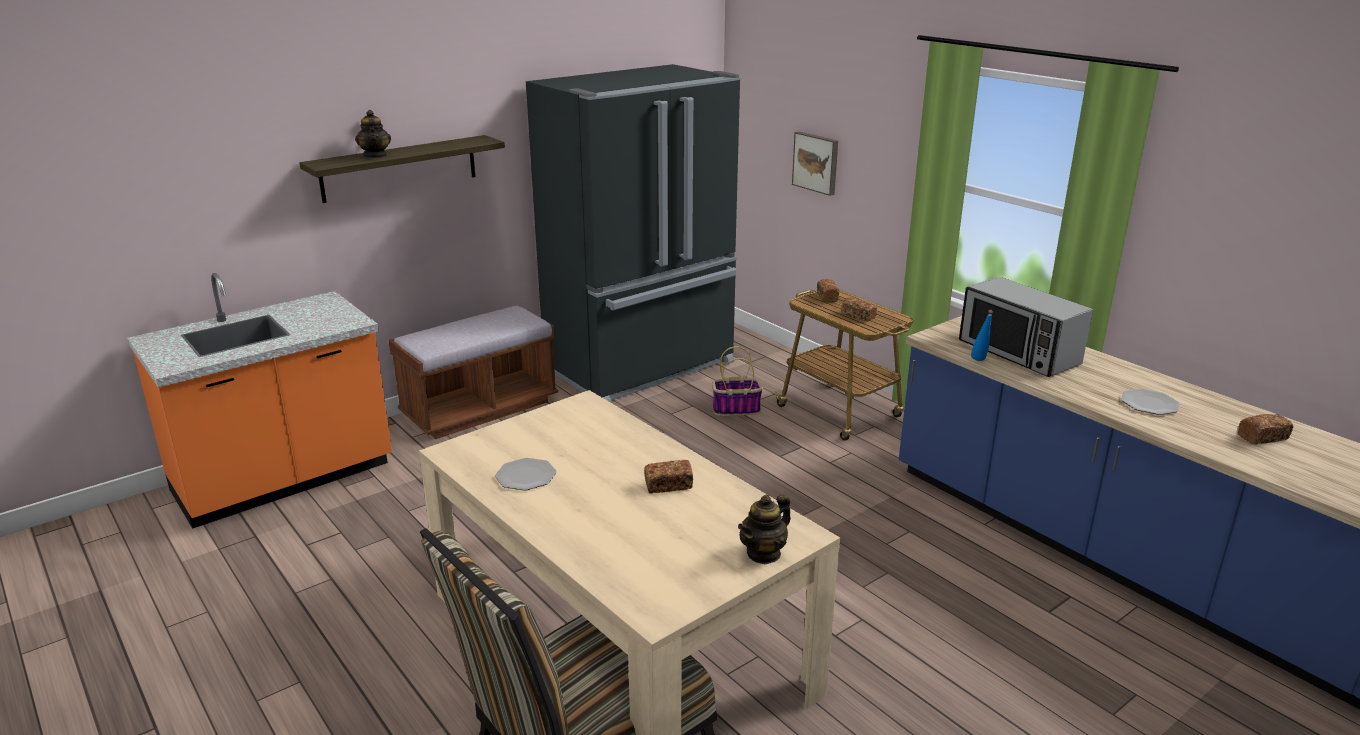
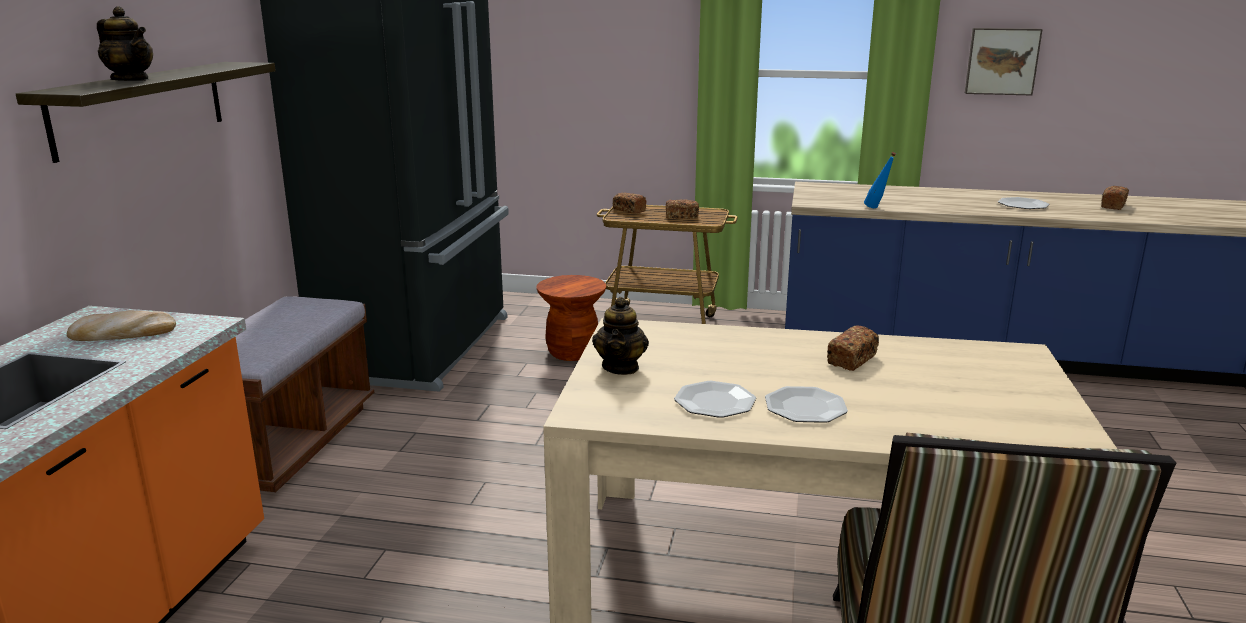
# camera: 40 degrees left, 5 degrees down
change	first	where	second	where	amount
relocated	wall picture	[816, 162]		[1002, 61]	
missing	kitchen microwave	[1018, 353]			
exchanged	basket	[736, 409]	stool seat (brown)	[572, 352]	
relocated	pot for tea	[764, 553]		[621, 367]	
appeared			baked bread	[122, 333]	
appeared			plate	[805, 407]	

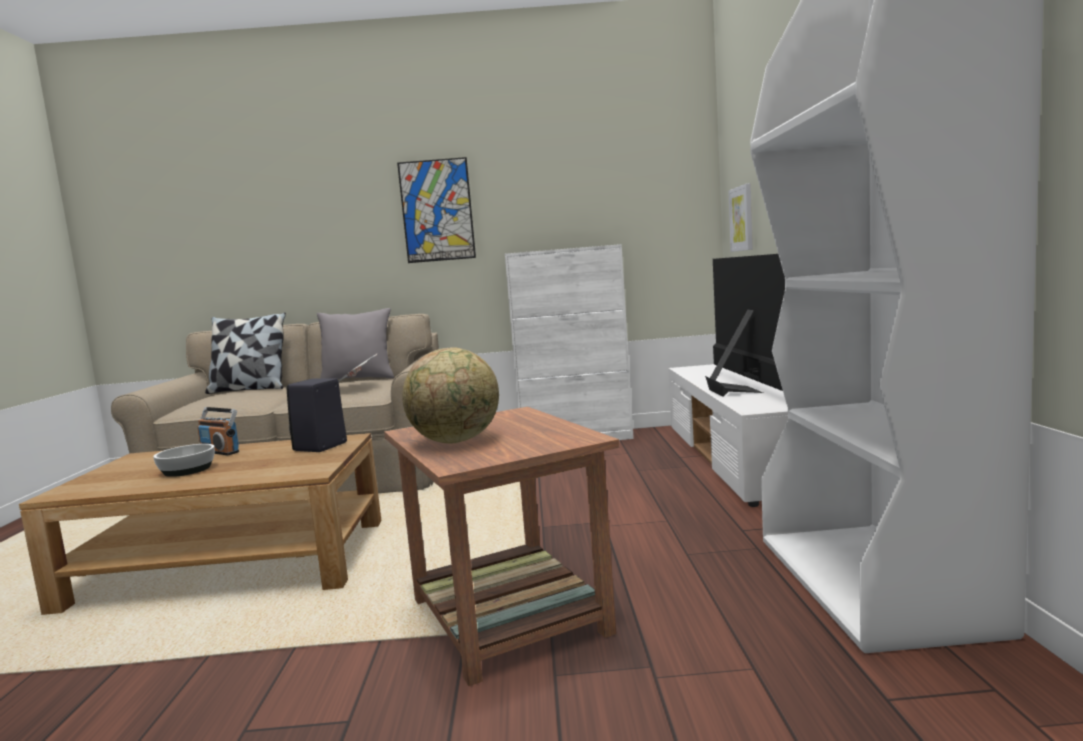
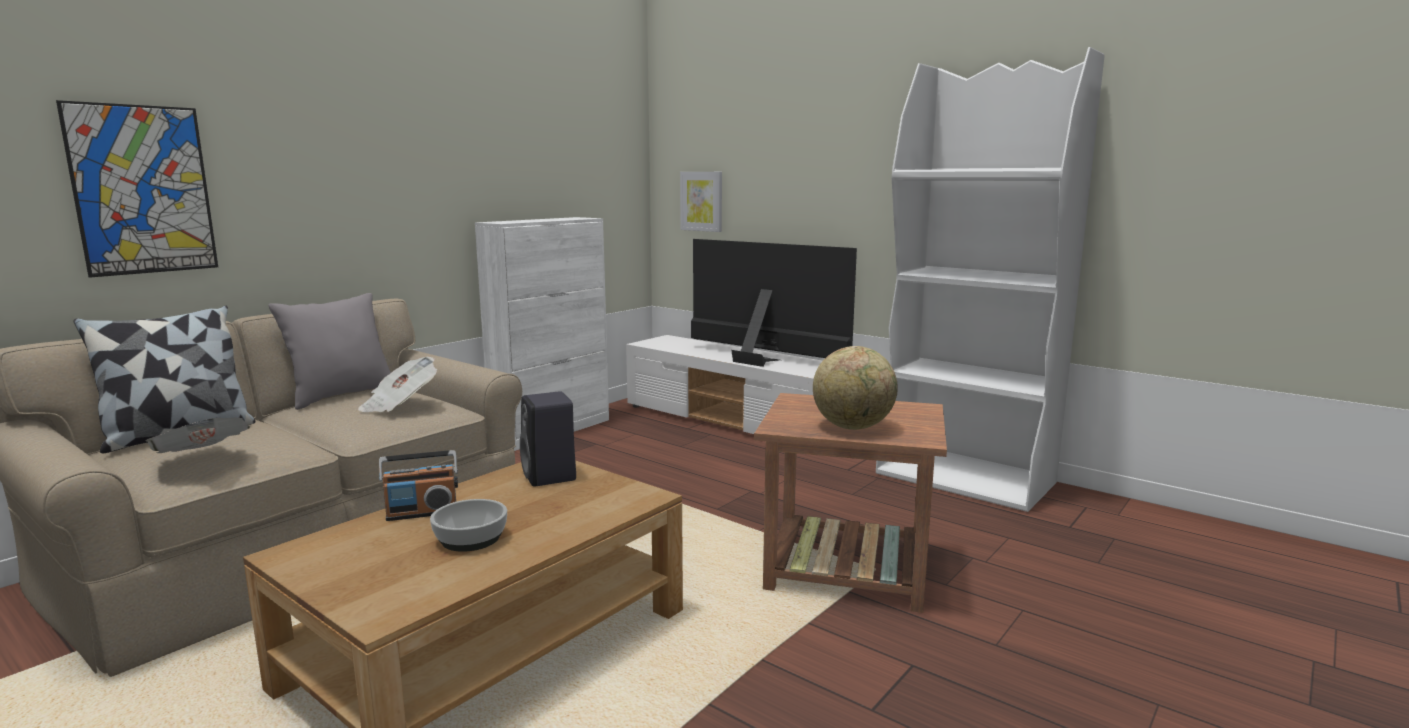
# camera: 50 degrees left, 5 degrees up
change	first	where	second	where	amount
relocated	wall picture	[437, 210]		[143, 190]	
appeared			newspaper	[203, 459]	

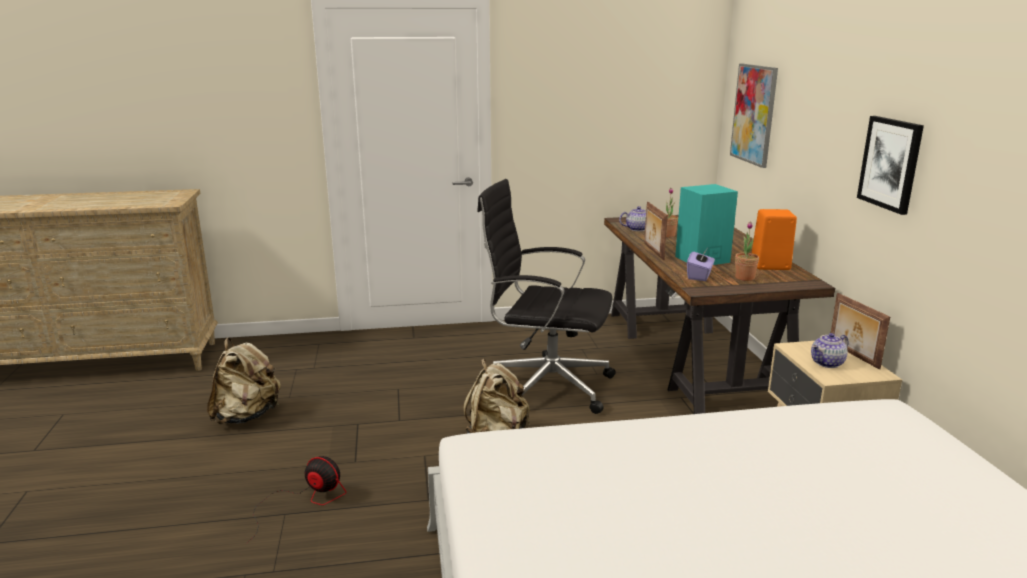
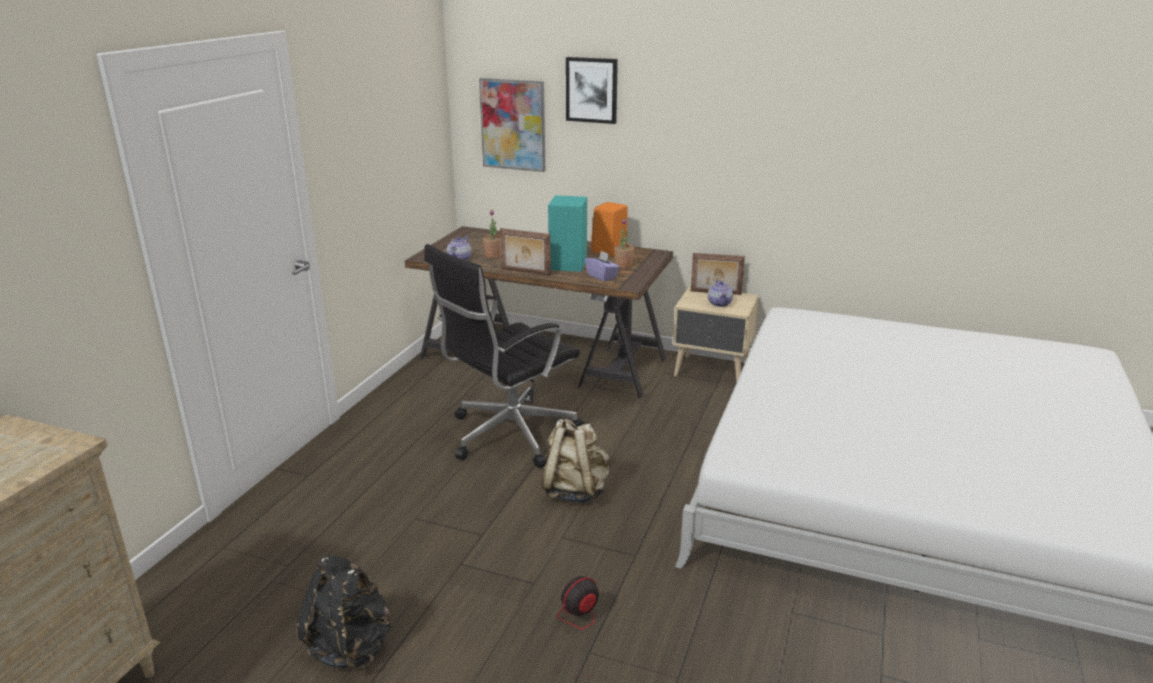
# camera: 60 degrees left, 5 degrees up
change	first	where	second	where	amount
relocated	wall picture	[890, 163]		[592, 90]	
colour	rucksack (sand-coloured)	[247, 416]	rucksack (blackish)	[351, 646]	

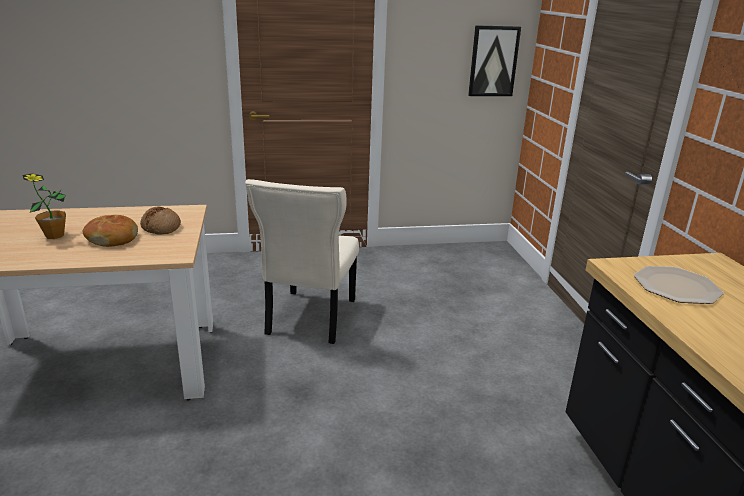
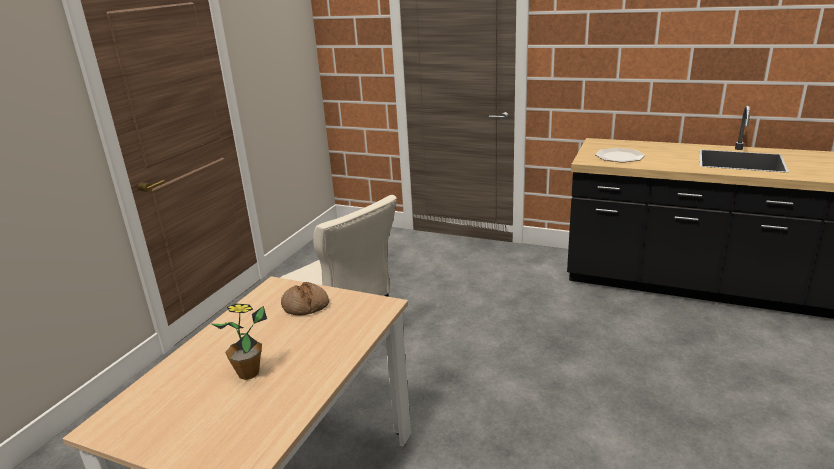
# camera: 55 degrees left, 0 degrees up
change	first	where	second	where	amount
missing	wall picture	[493, 61]			
missing	baked bread	[112, 238]			

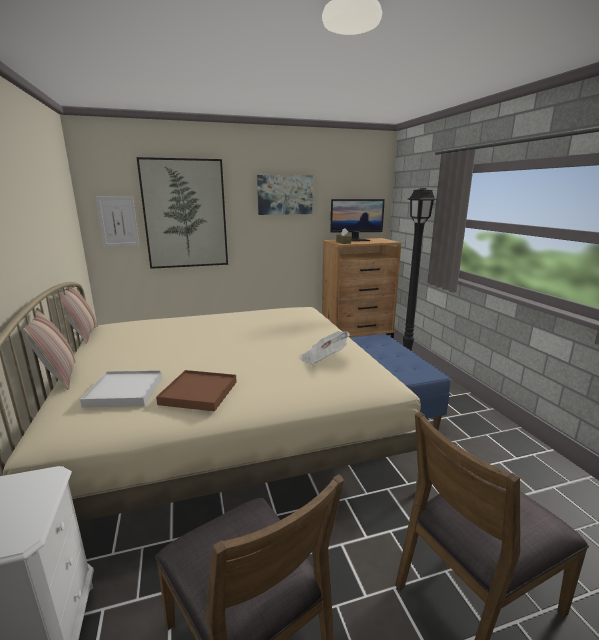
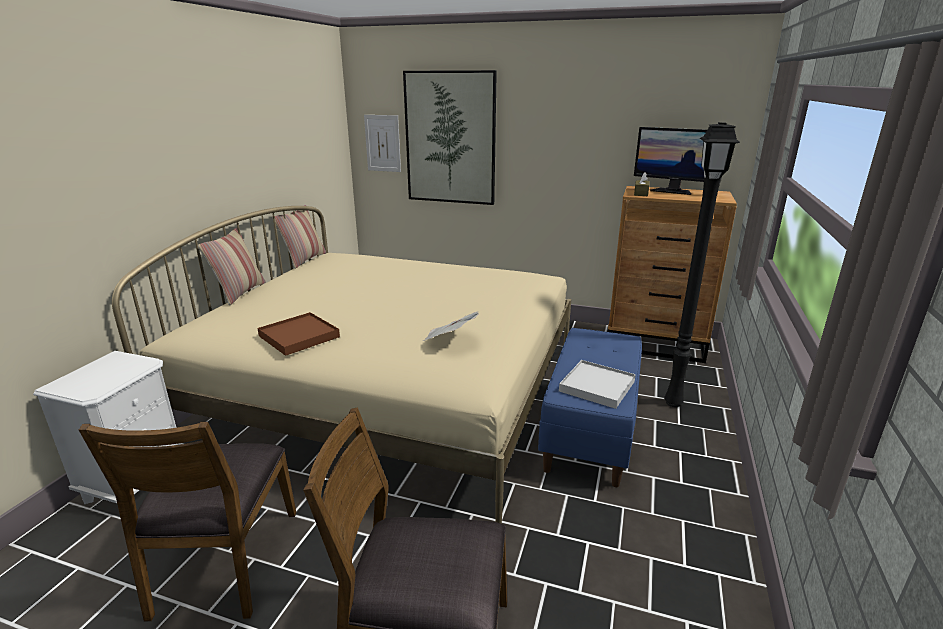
# camera: 35 degrees right, 5 degrees up
change	first	where	second	where	amount
missing	wall picture	[285, 195]			
relocated	tray (whitish)	[125, 391]		[597, 386]	

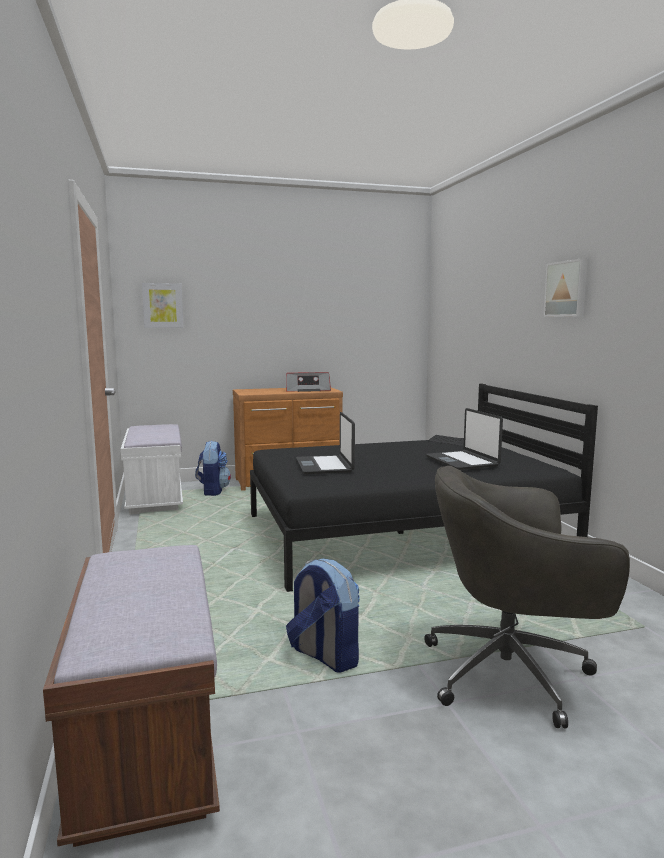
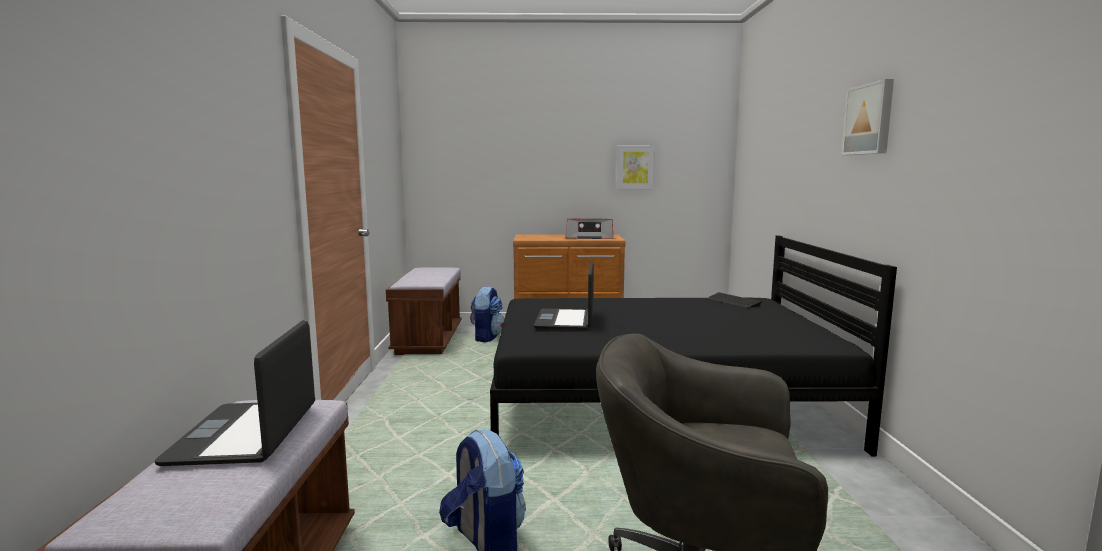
# camera: 15 degrees right, 0 degrees up
change	first	where	second	where	amount
relocated	wall picture	[162, 305]		[635, 167]	
relocated	notebook computer	[462, 461]		[246, 434]	
colour	indoor bench (whitish)	[155, 498]	indoor bench (brown)	[428, 340]	

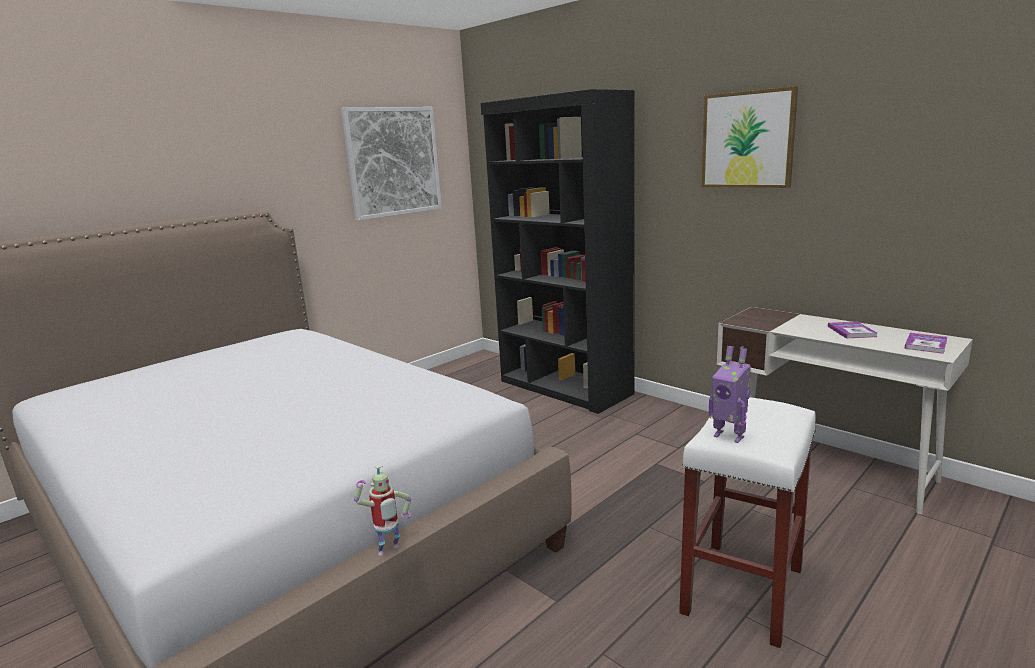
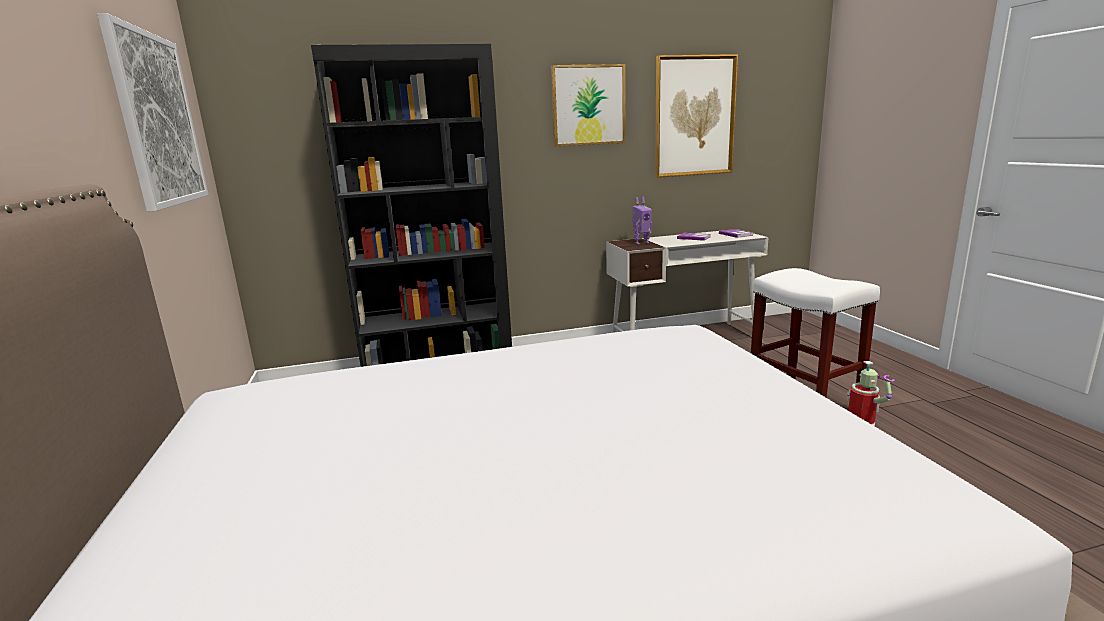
# camera: 60 degrees left, 0 degrees up
change	first	where	second	where	amount
relocated	robot figure	[729, 436]		[641, 242]	
appeared			wall picture	[694, 116]	

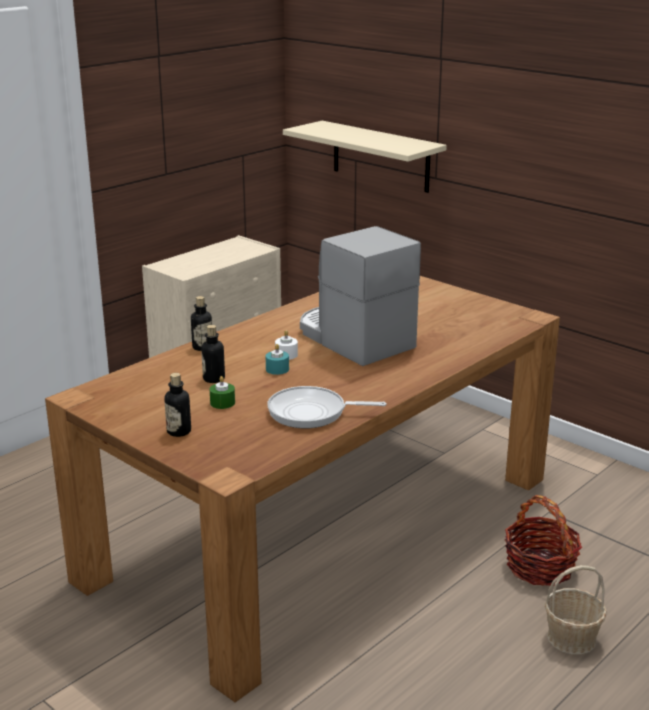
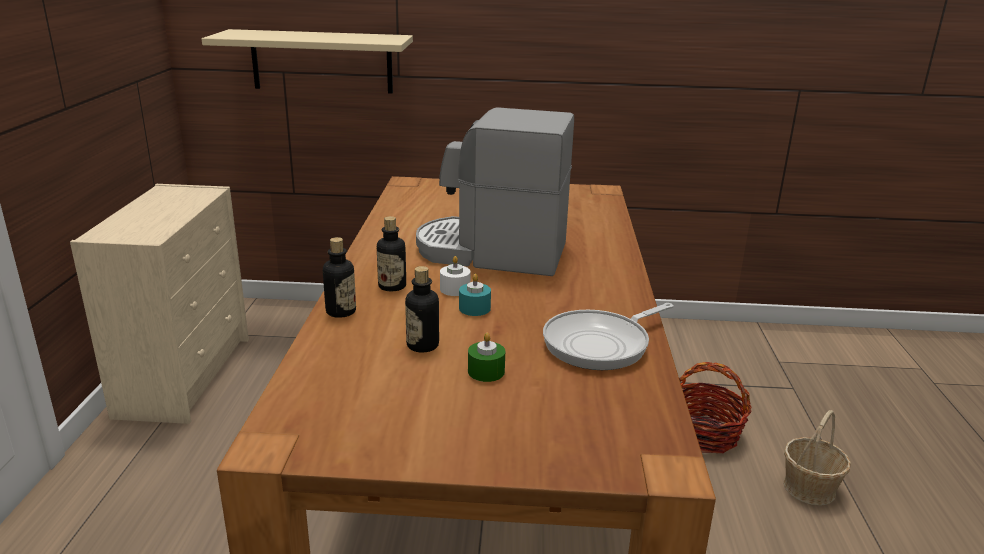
# camera: 40 degrees left, 0 degrees up
change	first	where	second	where	amount
relocated	bottle	[179, 431]		[392, 286]	

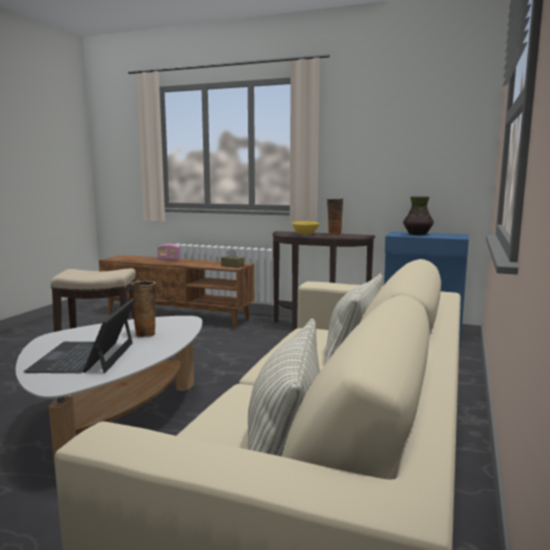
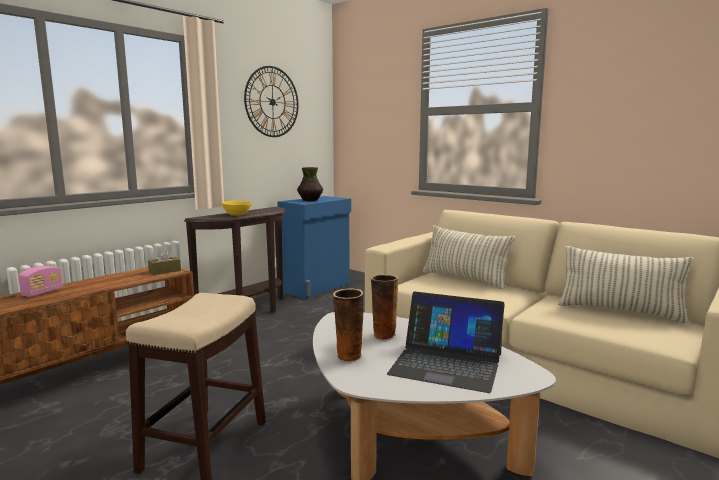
# camera: 70 degrees left, 0 degrees up
change	first	where	second	where	amount
relocated	flower vase	[334, 234]		[348, 356]	
appeared			clock on the wall	[272, 102]	

